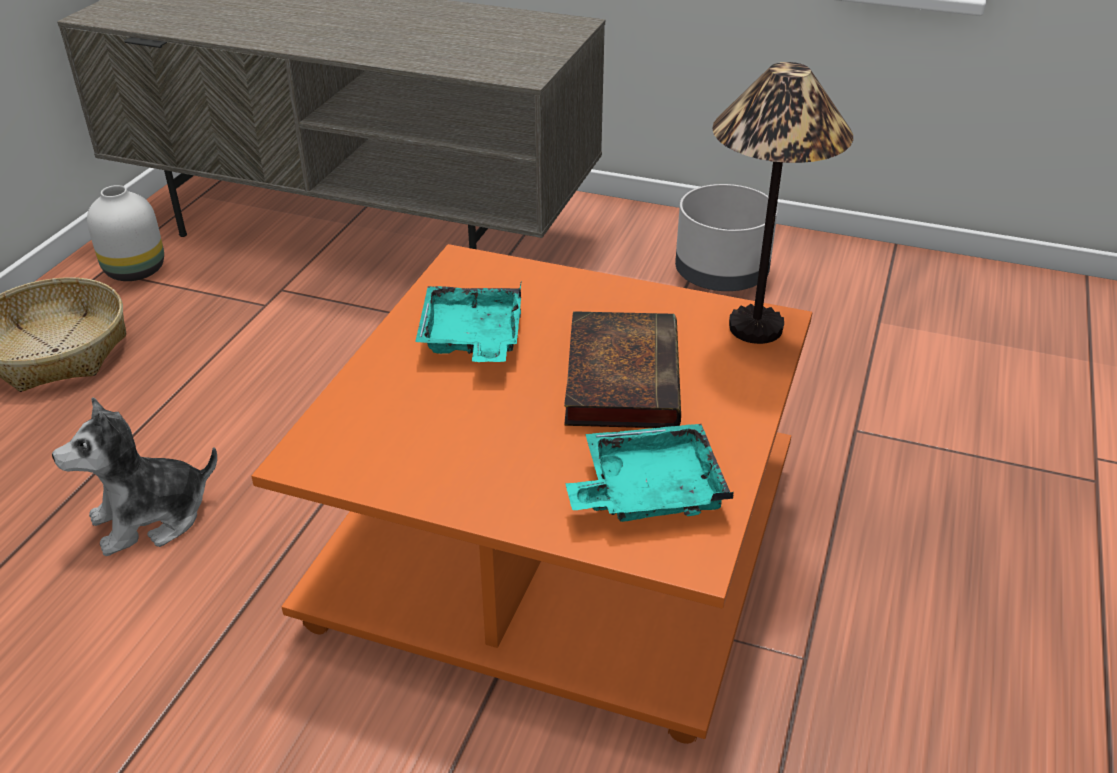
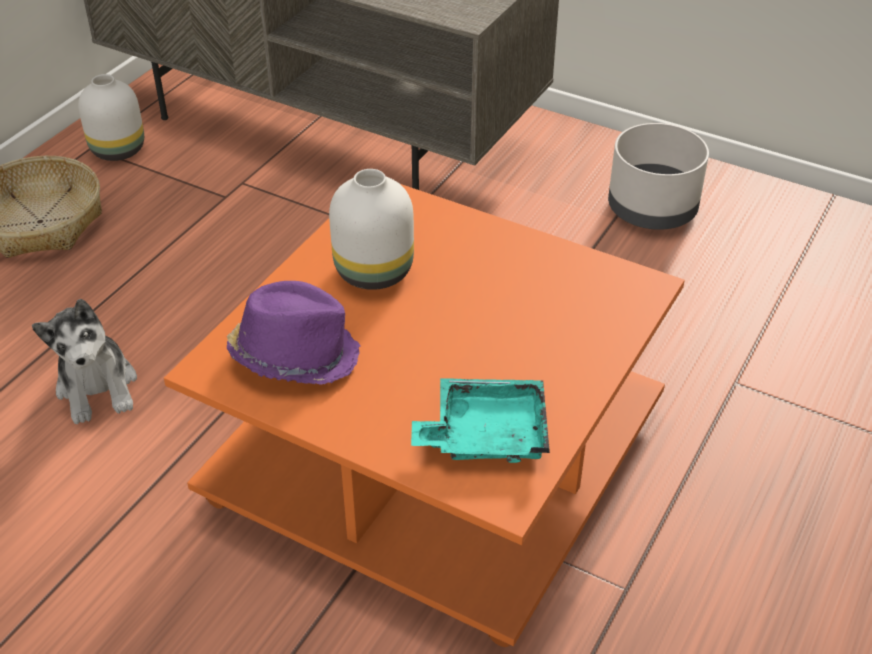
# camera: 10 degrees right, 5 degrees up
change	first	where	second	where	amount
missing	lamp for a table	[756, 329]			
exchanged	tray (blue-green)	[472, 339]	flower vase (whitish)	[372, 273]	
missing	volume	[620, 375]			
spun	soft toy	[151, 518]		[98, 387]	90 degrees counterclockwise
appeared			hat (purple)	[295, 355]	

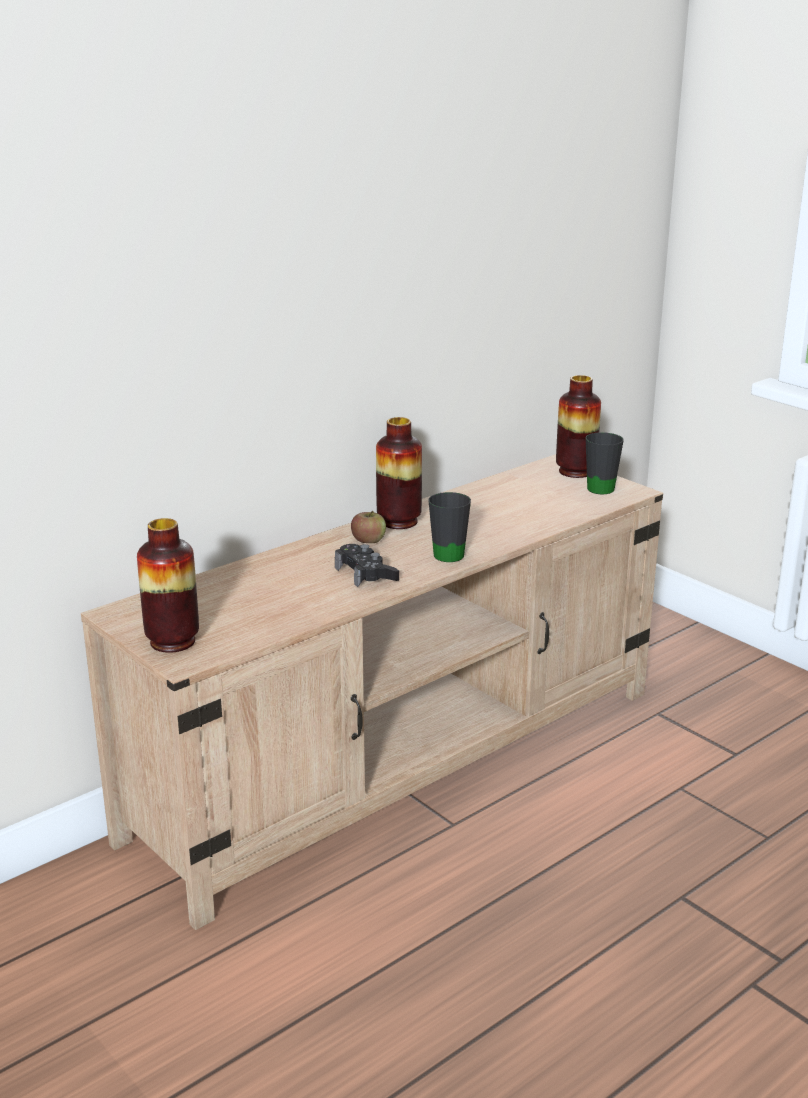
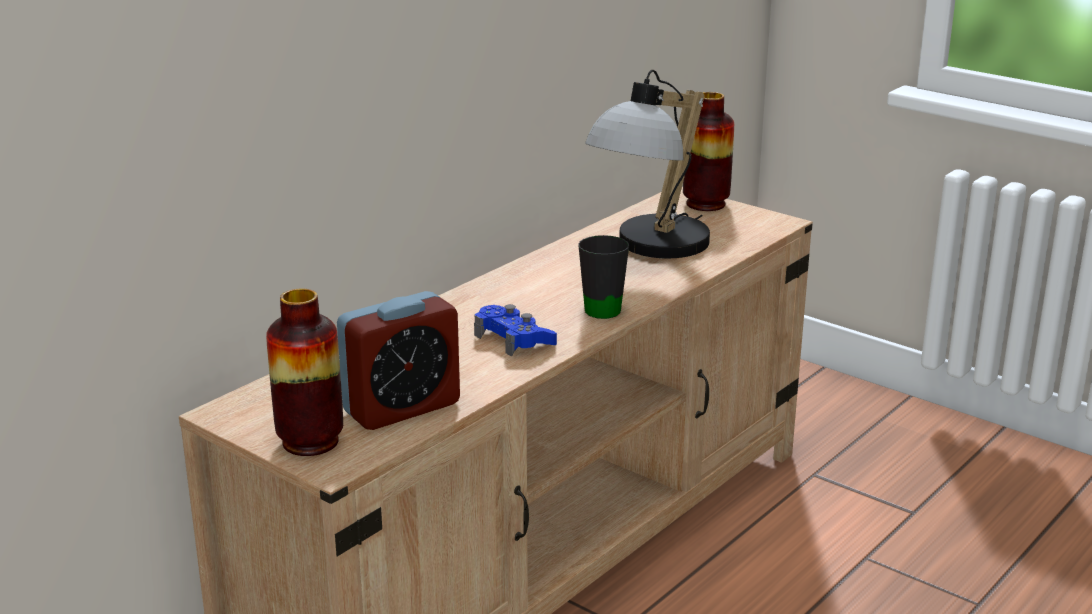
# camera: 10 degrees left, 0 degrees up
change	first	where	second	where	amount
missing	flower vase	[399, 521]			
missing	coffee mug (blackish)	[604, 486]			
missing	whole apple	[368, 540]			
colour	gamepad (blackish)	[366, 573]	gamepad (blue-coloured)	[514, 339]	
appeared			lamp for a table	[651, 249]	
appeared			bedside clock	[402, 408]	

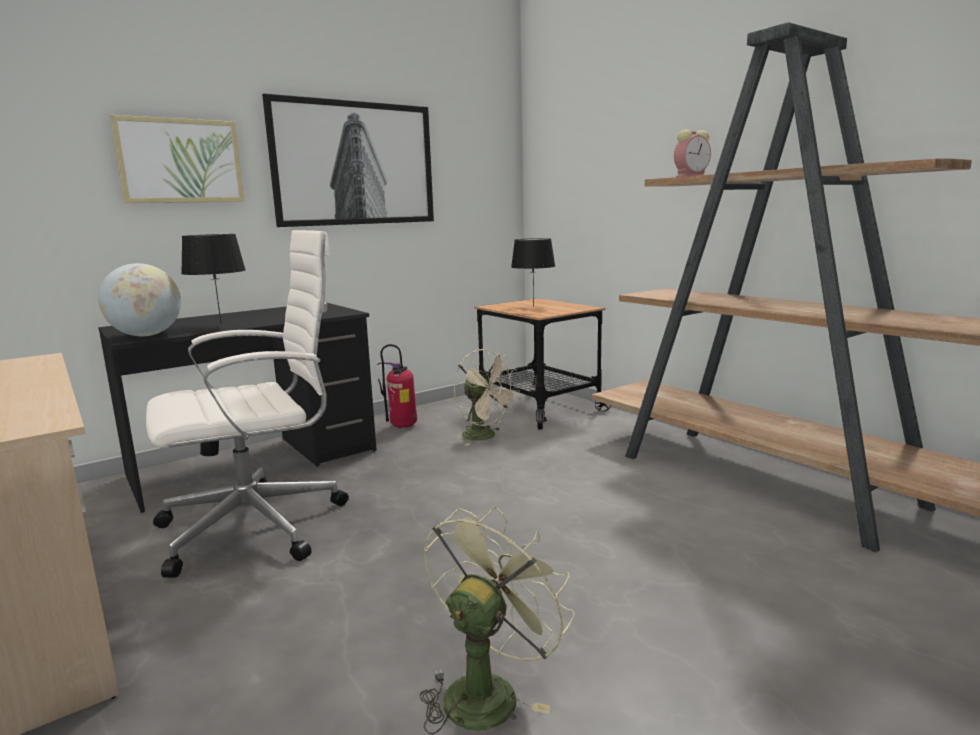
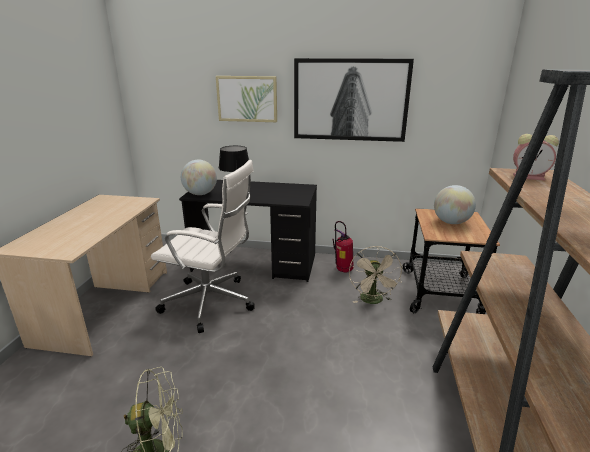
# camera: 45 degrees right, 10 degrees up
change	first	where	second	where	amount
exchanged	lamp for a table (blackish)	[533, 306]	world globe	[451, 222]	

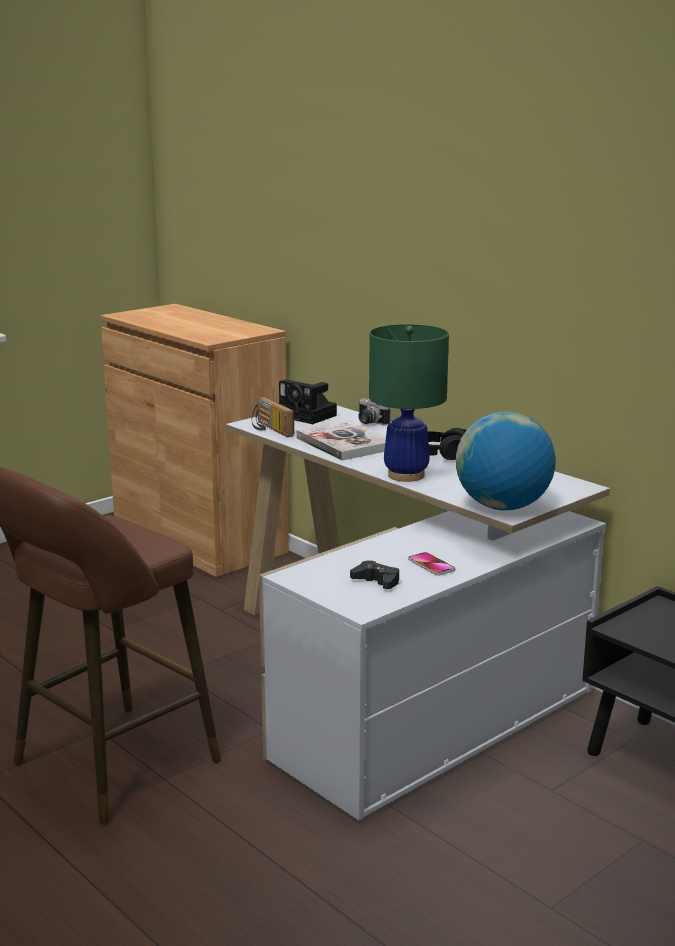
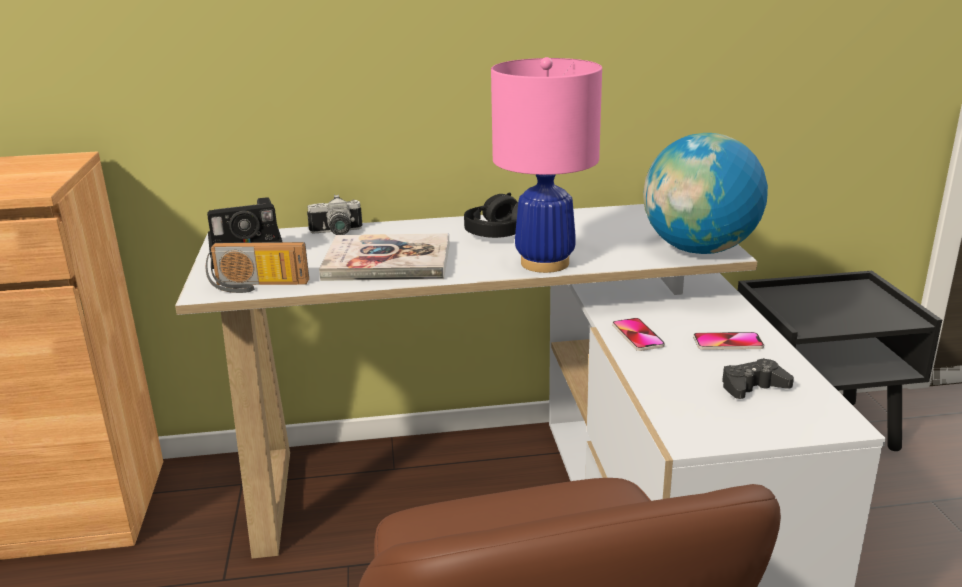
# camera: 55 degrees left, 5 degrees up
change	first	where	second	where	amount
colour	lamp for a table (greenish)	[406, 475]	lamp for a table (pink)	[545, 263]	
appeared			phone	[637, 336]	

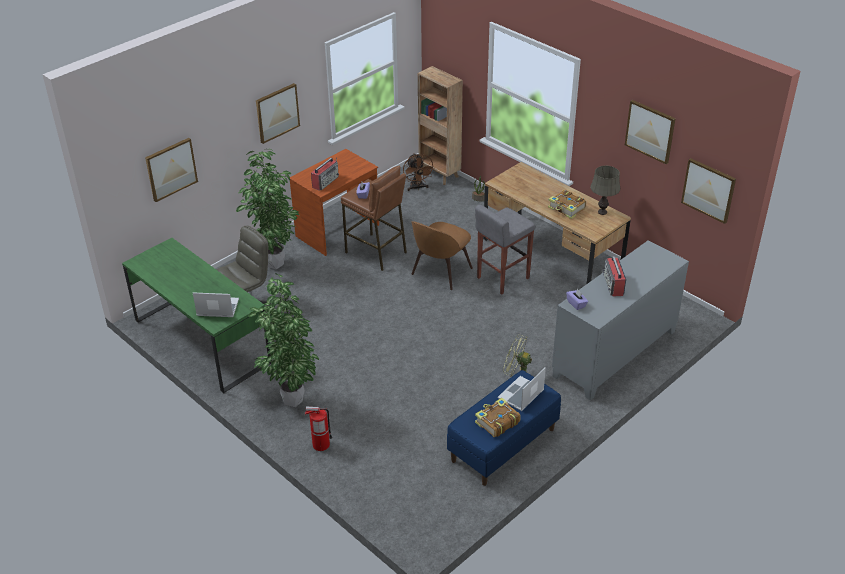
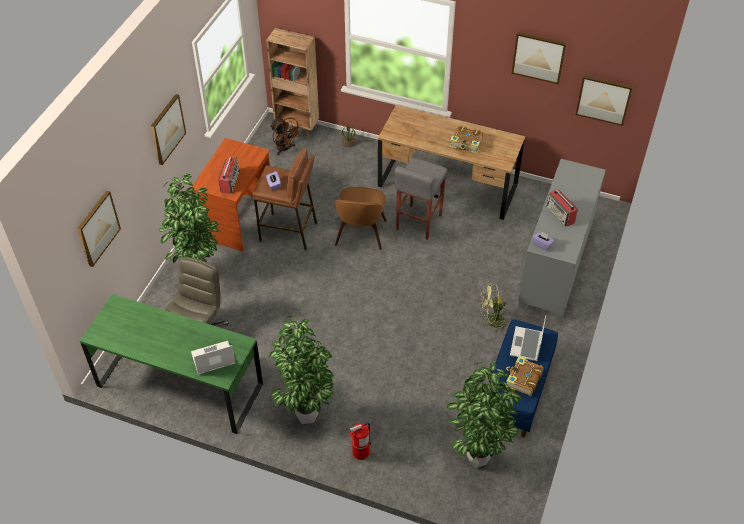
# camera: 25 degrees left, 10 degrees up
change	first	where	second	where	amount
missing	lamp for a table (gray)	[602, 212]			
appeared			potted plant	[476, 461]	

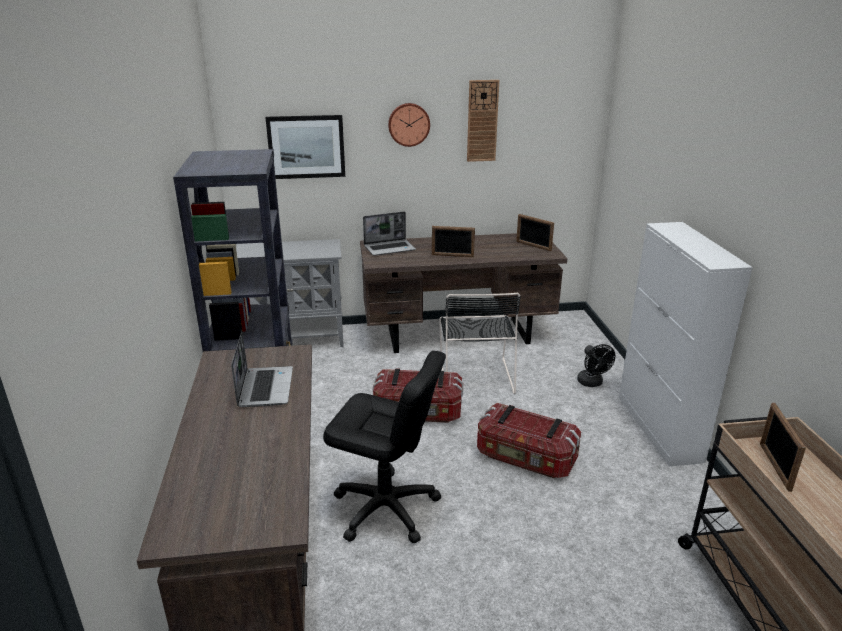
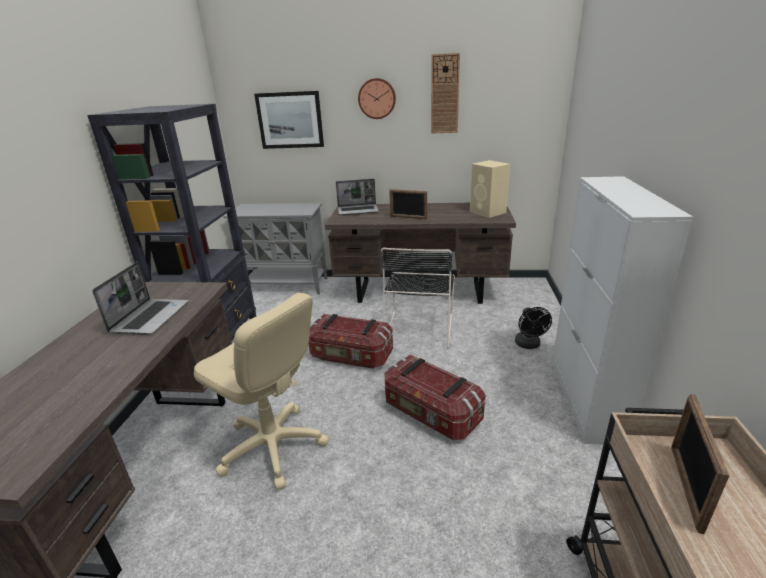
# camera: 15 degrees right, 0 degrees up
change	first	where	second	where	amount
exchanged	photo frame	[533, 246]	audio speaker (sand-coloured)	[488, 212]	
colour	computer chair (blackish)	[386, 508]	computer chair (sand-coloured)	[272, 447]	

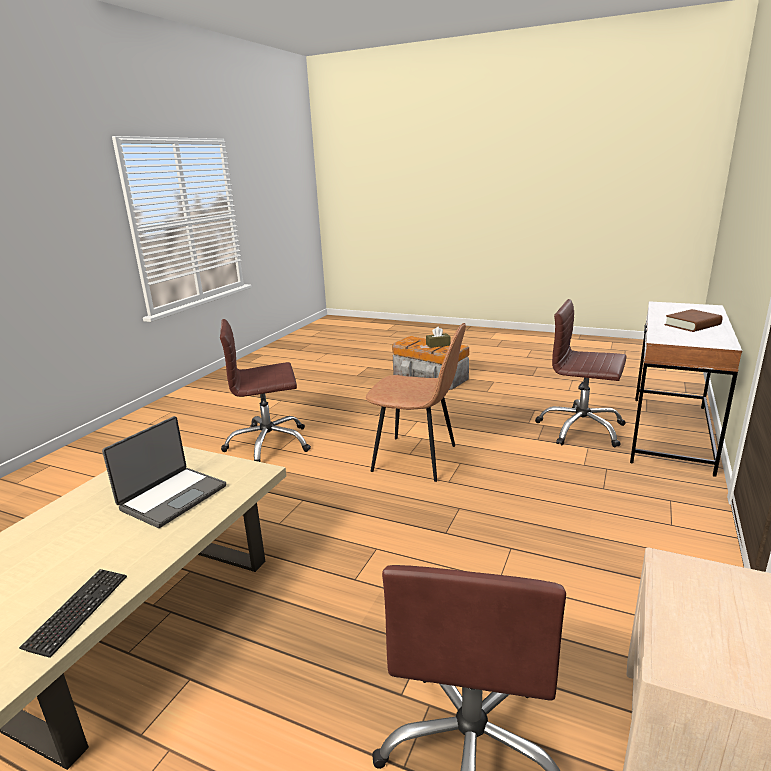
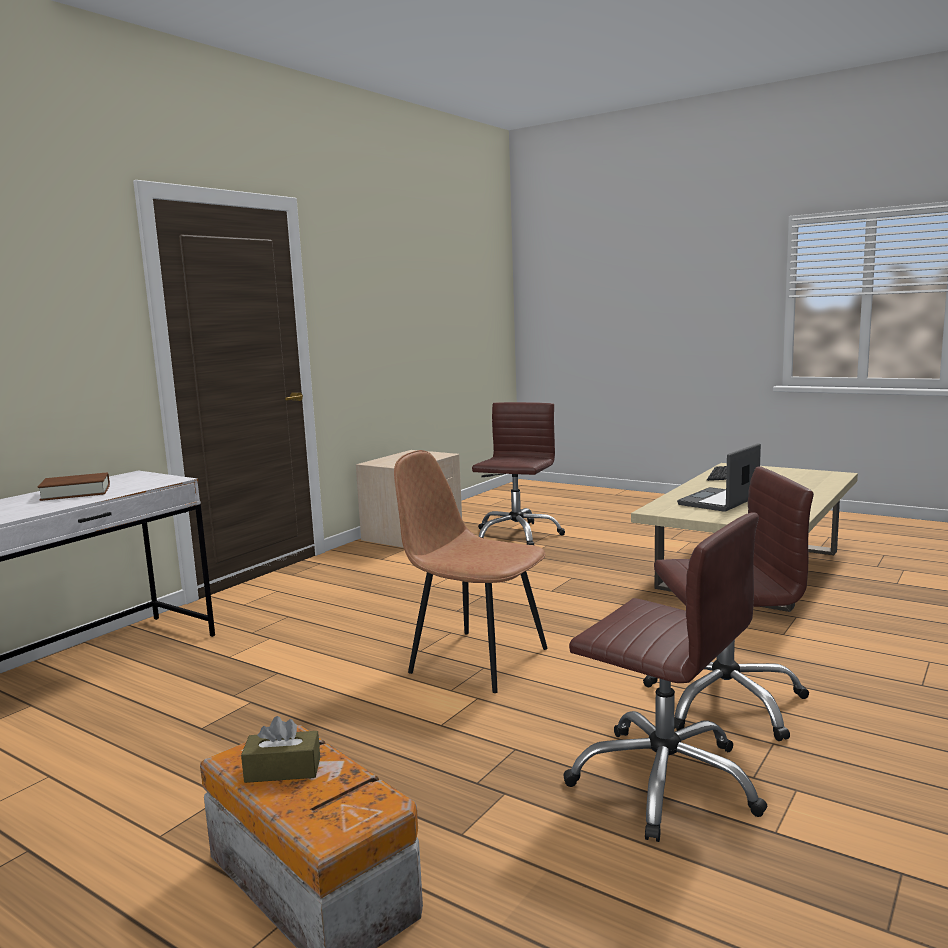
# camera: 170 degrees left, 10 degrees down
change	first	where	second	where	amount
relocated	computer chair (brown)	[581, 429]		[665, 781]	

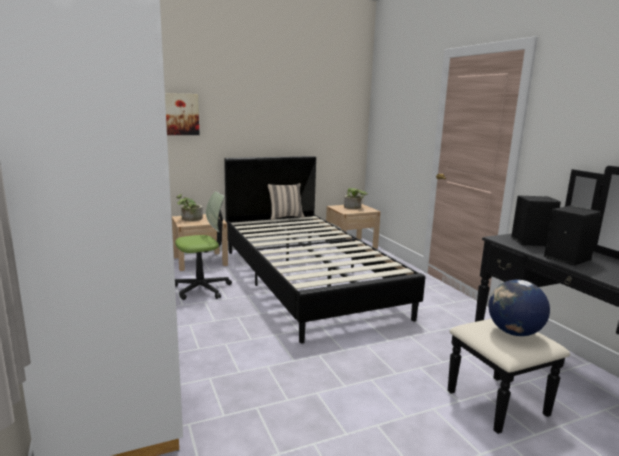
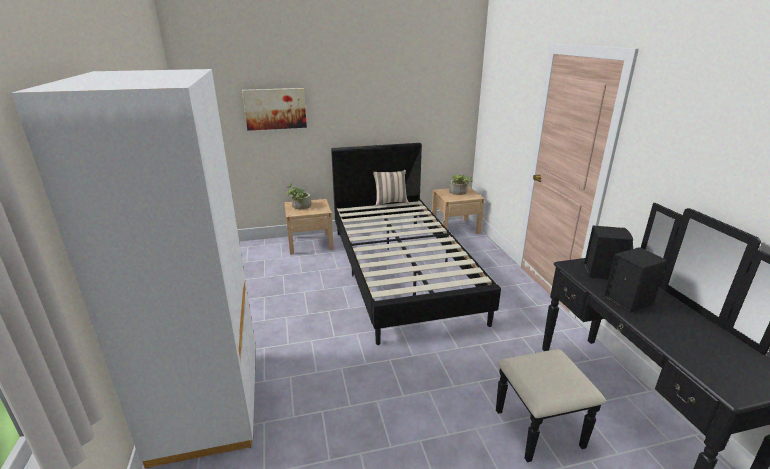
# camera: 10 degrees right, 10 degrees up
change	first	where	second	where	amount
missing	computer chair	[202, 288]			
missing	world globe	[513, 332]			

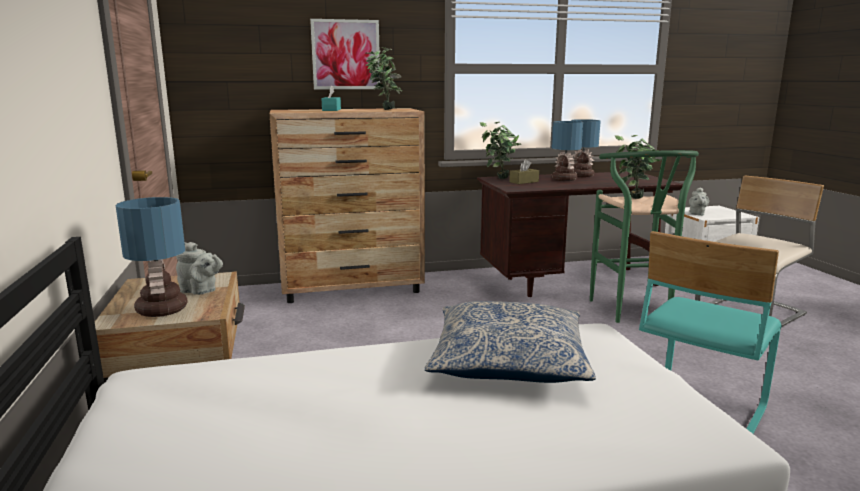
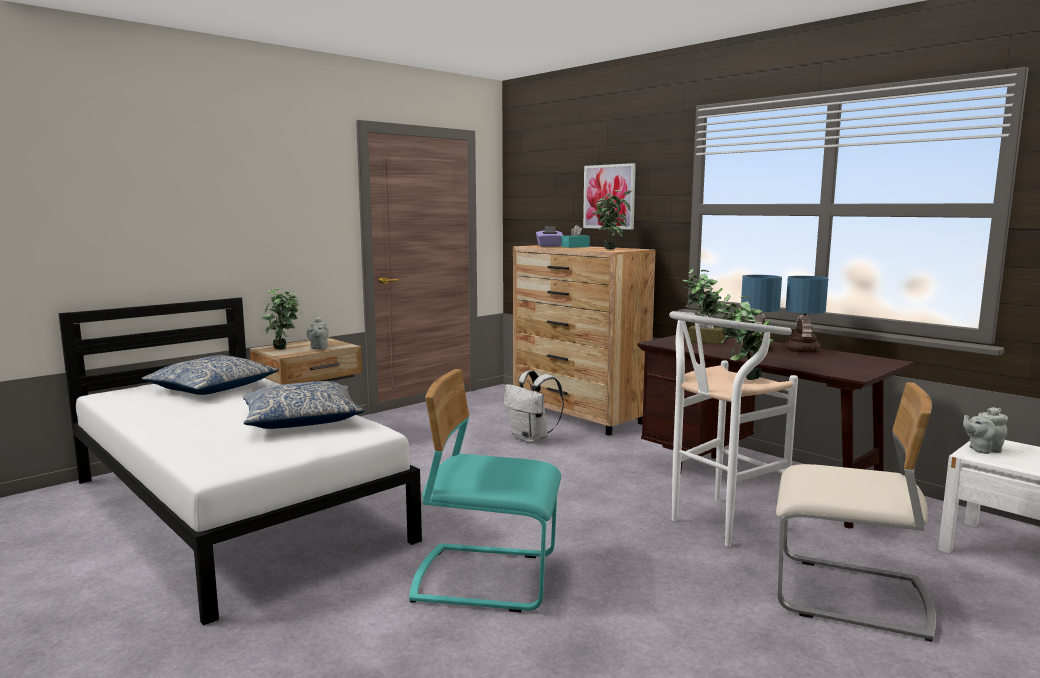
# camera: 60 degrees right, 5 degrees down
change	first	where	second	where	amount
colour	stool seat (greenish)	[634, 313]	stool seat (whitish)	[718, 525]	
exchanged	lamp for a table	[163, 310]	potted plant	[284, 349]	
appeared			tissue holder (purple)	[549, 246]	
appeared			throw pillow	[212, 388]	
appeared			rucksack (whitish)	[532, 438]	

